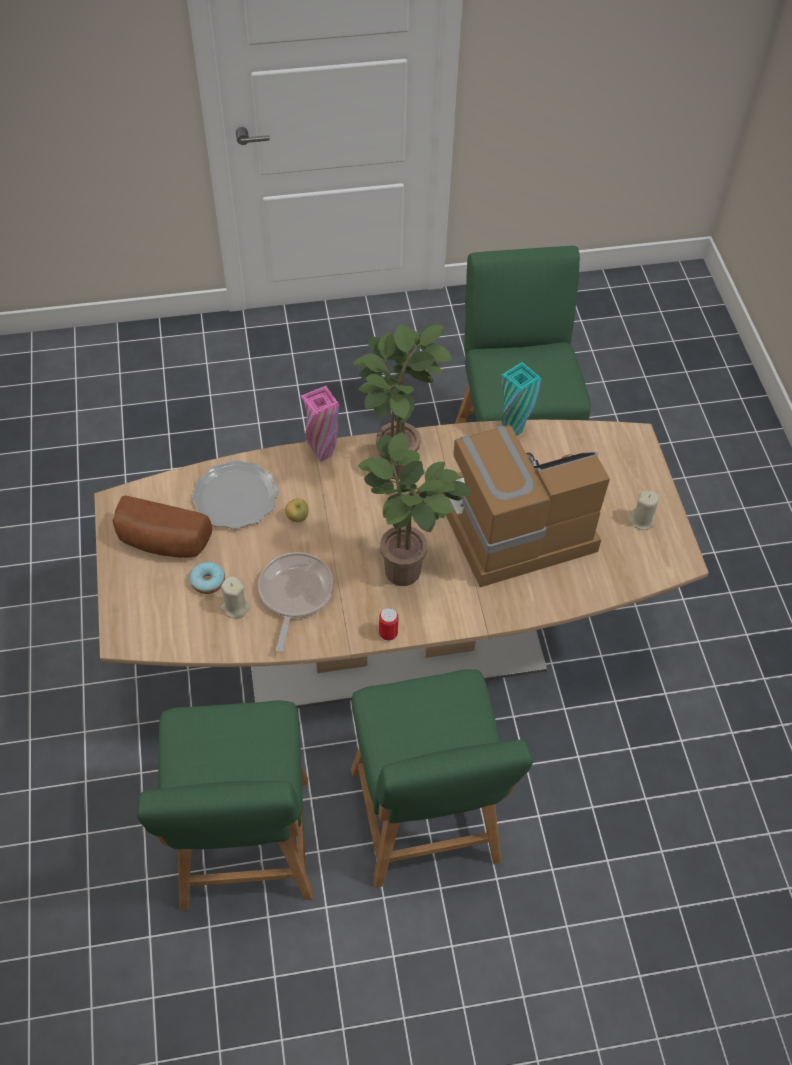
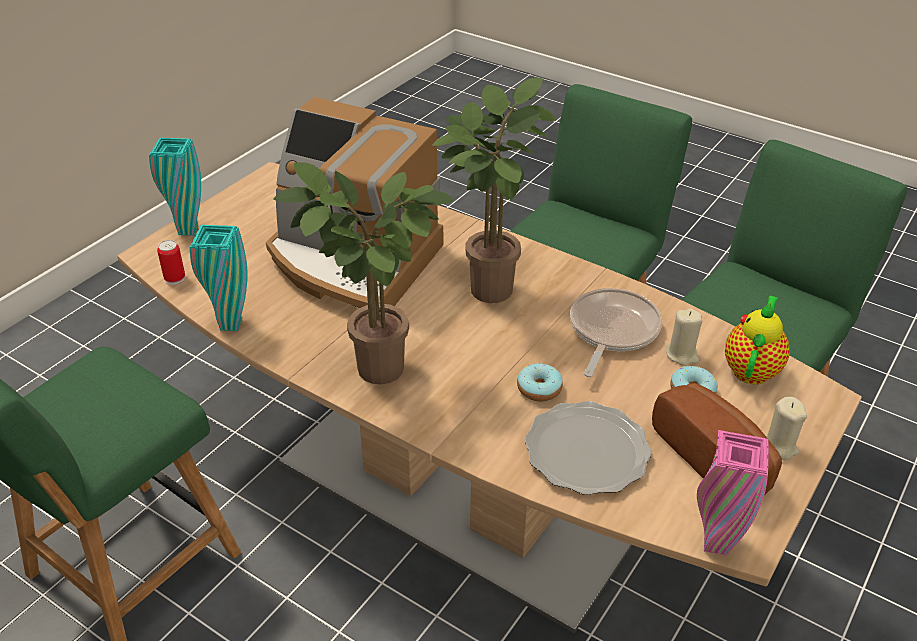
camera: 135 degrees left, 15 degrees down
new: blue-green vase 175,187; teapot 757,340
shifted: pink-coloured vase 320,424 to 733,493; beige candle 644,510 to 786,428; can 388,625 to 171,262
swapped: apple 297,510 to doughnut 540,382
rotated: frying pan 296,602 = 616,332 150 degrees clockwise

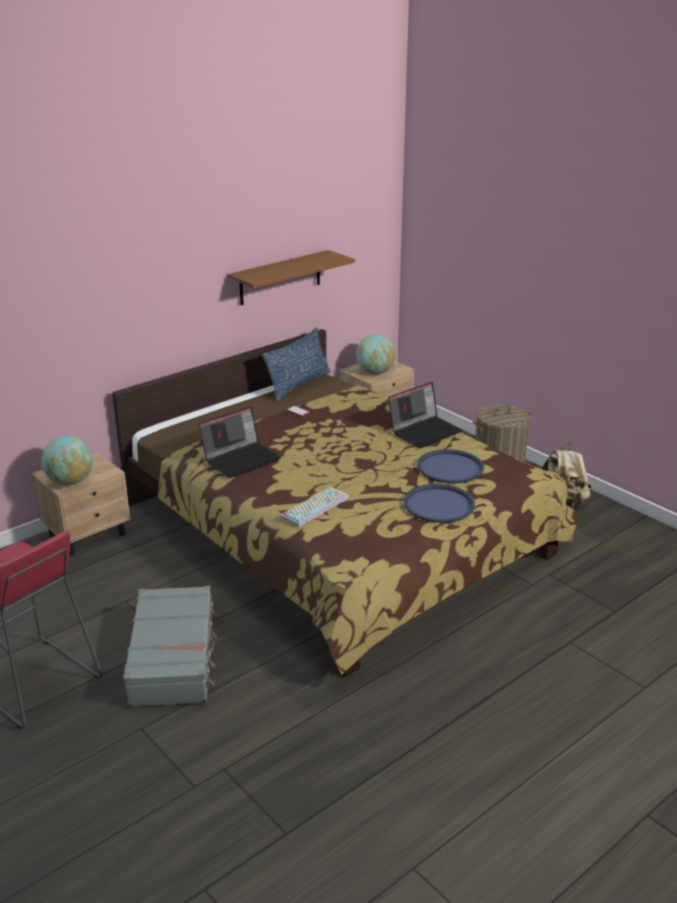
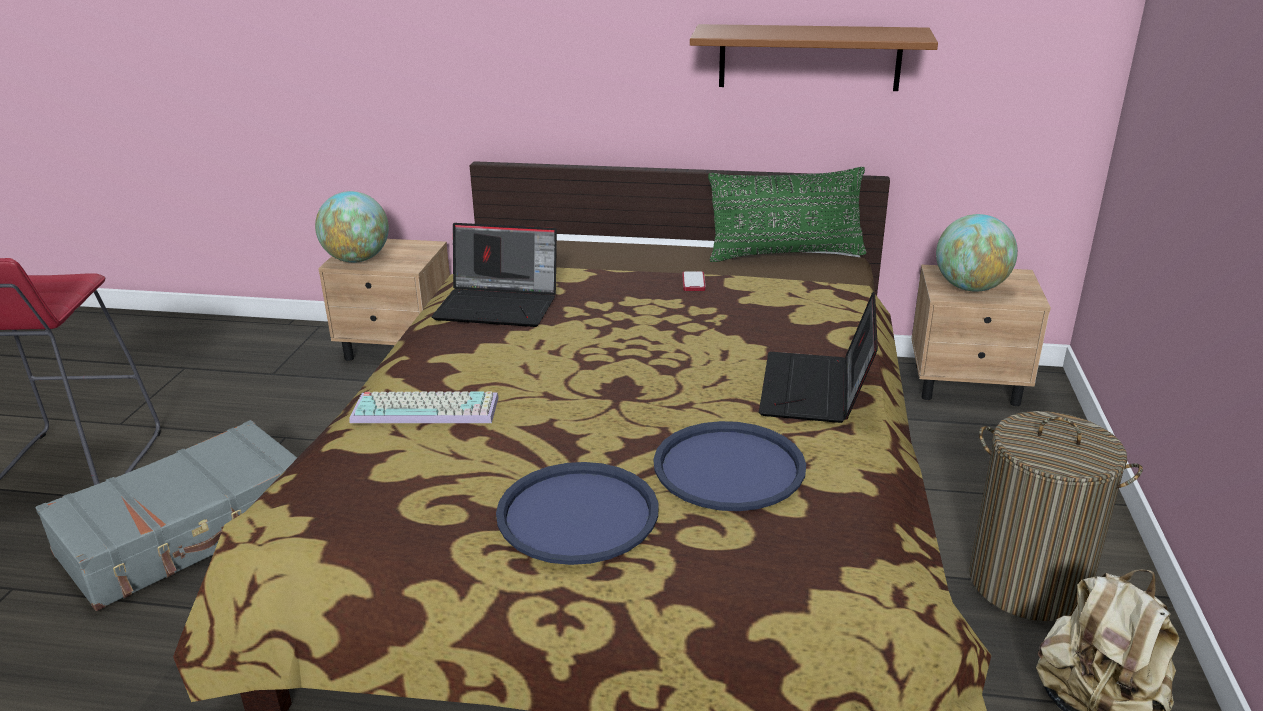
camera: 50 degrees right, 0 degrees up
repainted: blue throw pillow 296,365 to green-coloured throw pillow 787,214
rotated: portable computer 425,415 = 818,357 90 degrees clockwise

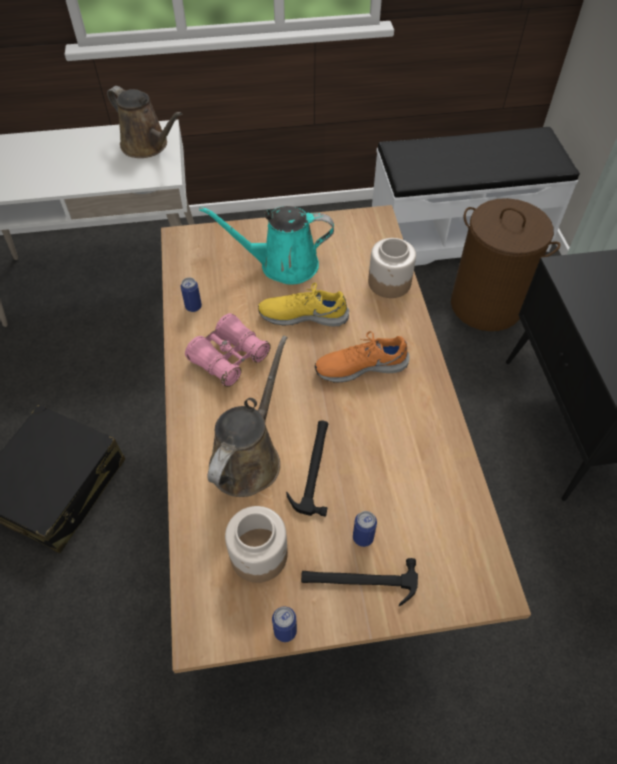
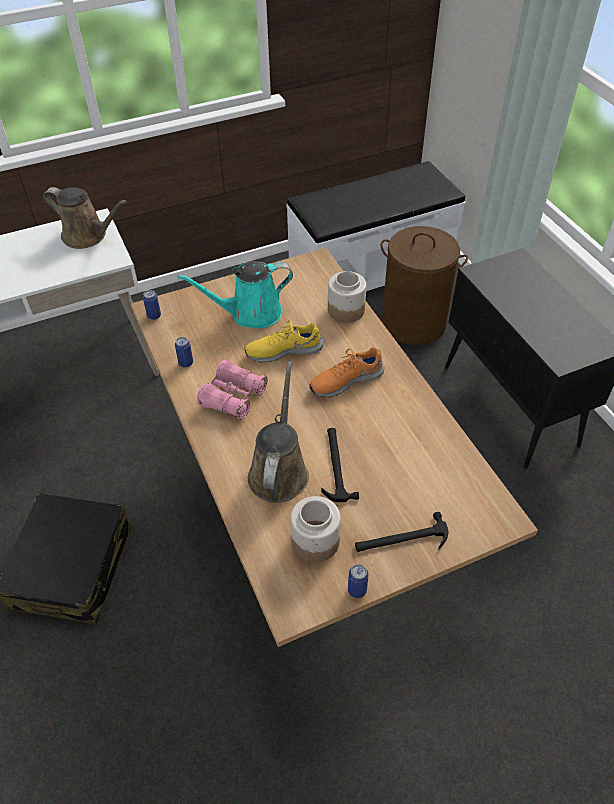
camera: 15 degrees left, 5 degrees down
shifted: can 365,529 to 152,305

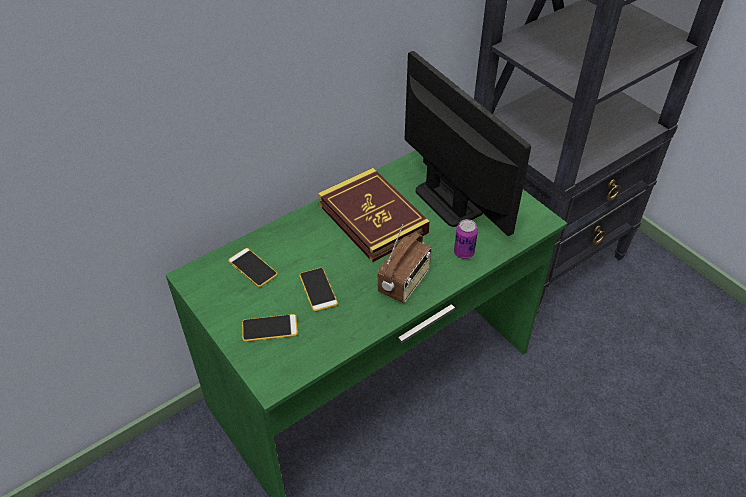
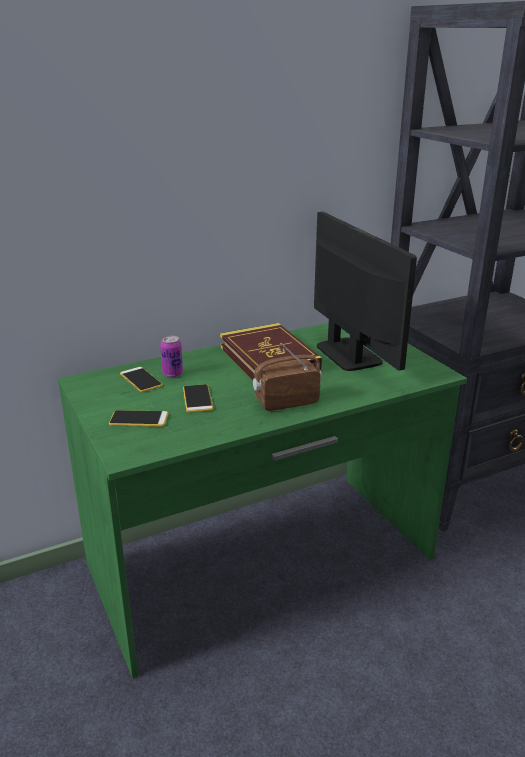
camera: 10 degrees right, 20 degrees down
shifted: can 466,239 to 171,357
rotated: radio 404,263 = 287,377 150 degrees counterclockwise

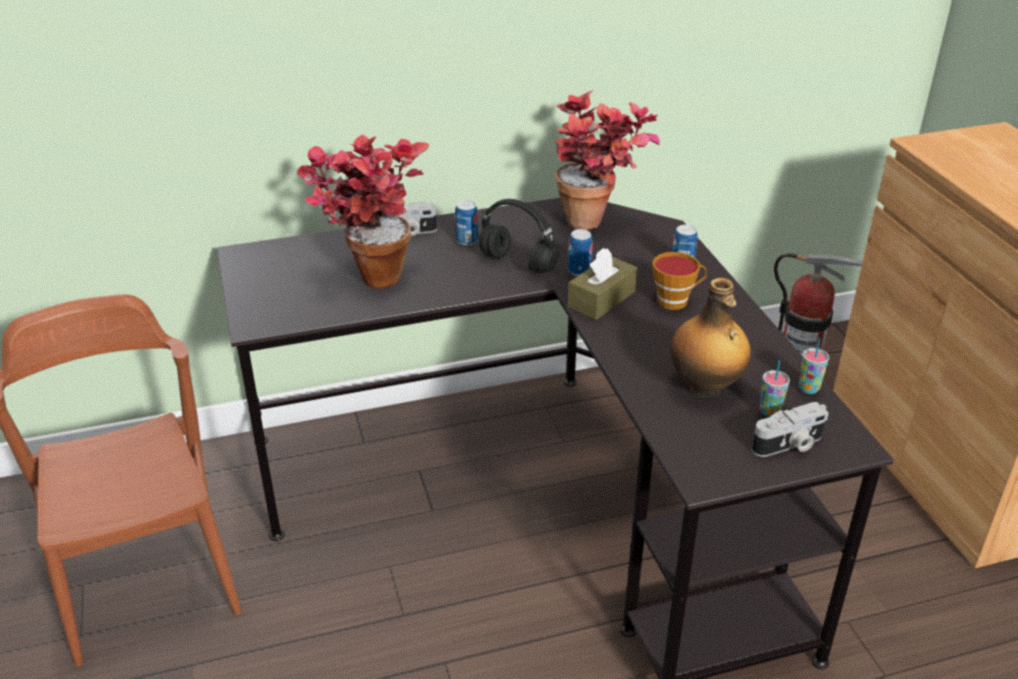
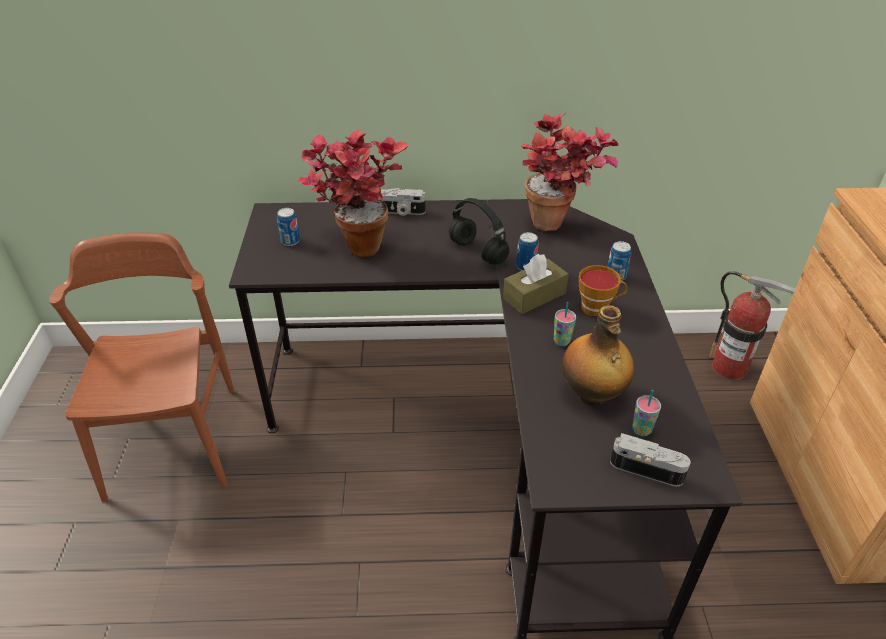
camera: 15 degrees right, 5 degrees up
shifted: can 466,222 to 288,227; drinking cup 814,366 to 565,324
rotated: still camera 790,429 = 650,459 150 degrees counterclockwise

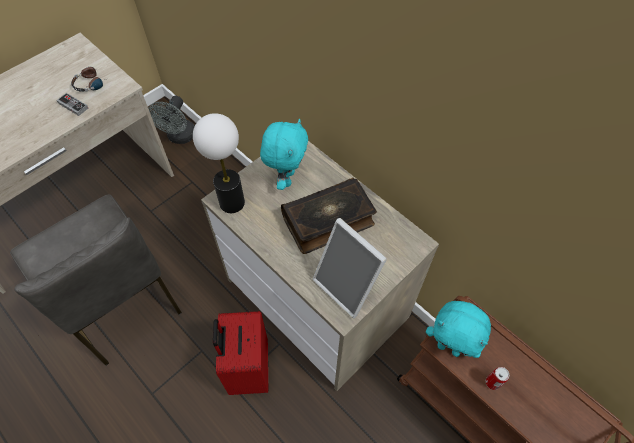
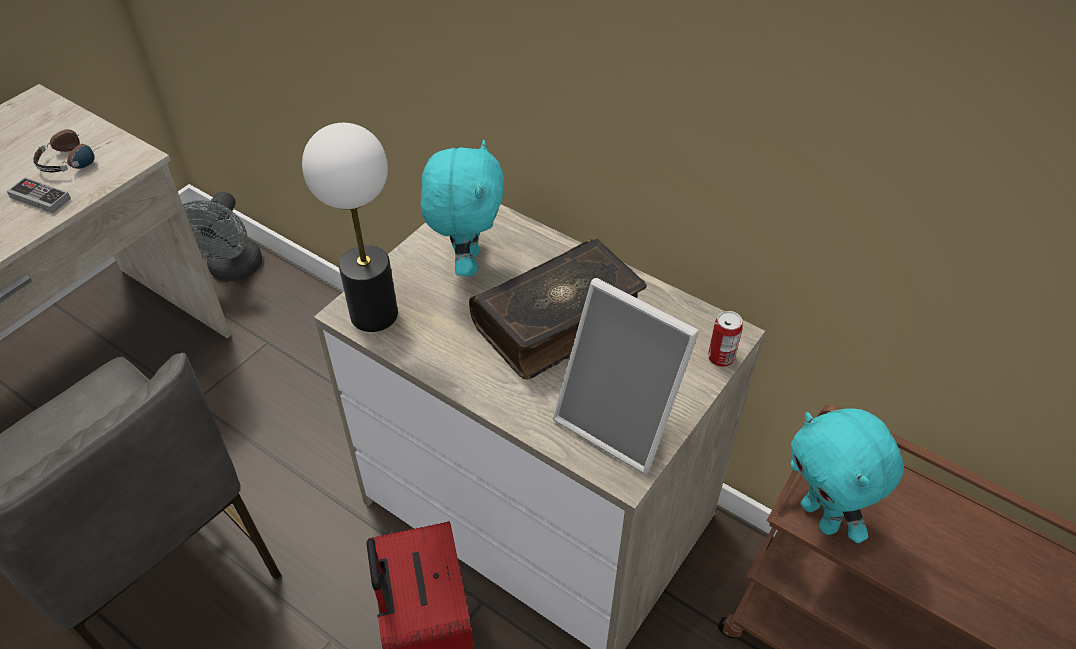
camera: 10 degrees left, 10 degrees down
shifted: can 497,378 to 725,339
rotated: blue-green cuddly toy 458,329 = 847,475 45 degrees clockwise

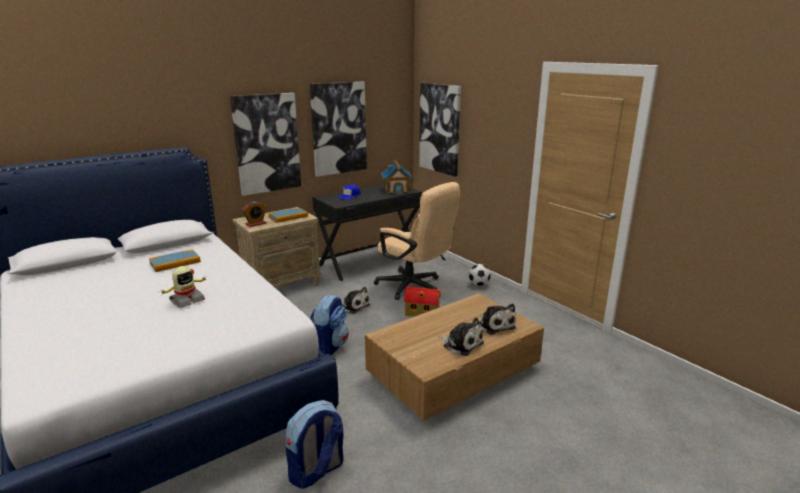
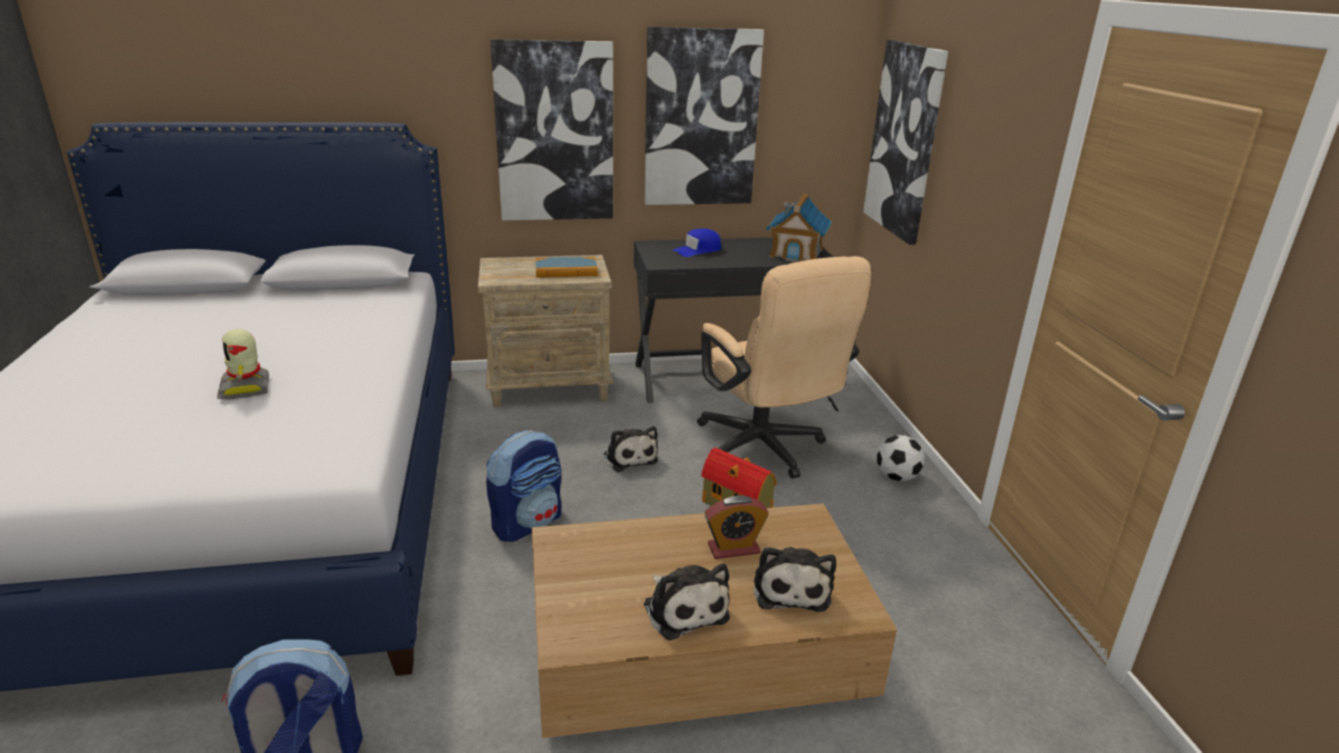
camera: 25 degrees right, 5 degrees up
gone: volume 175,260
shifted: bedside clock 254,214 to 737,527
rotated: model robot 184,287 = 243,364 90 degrees clockwise

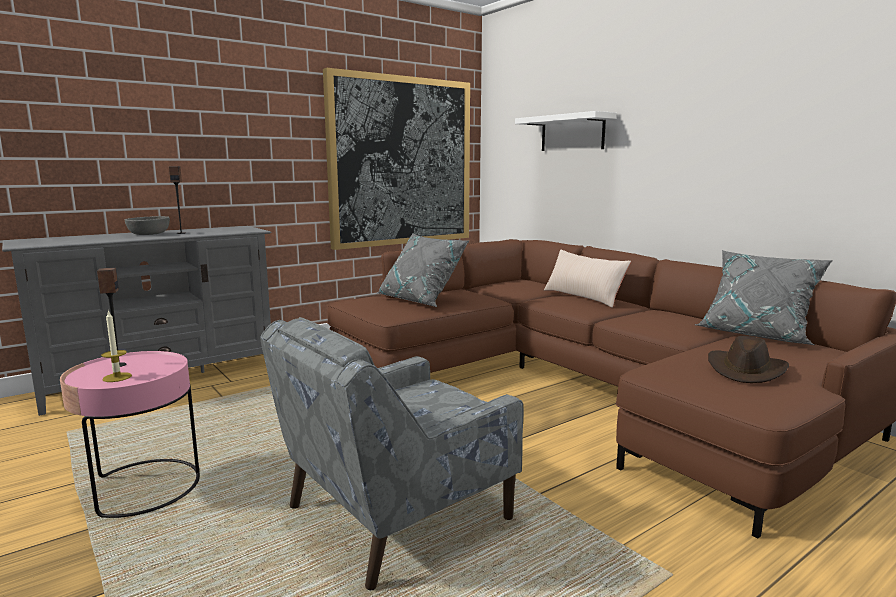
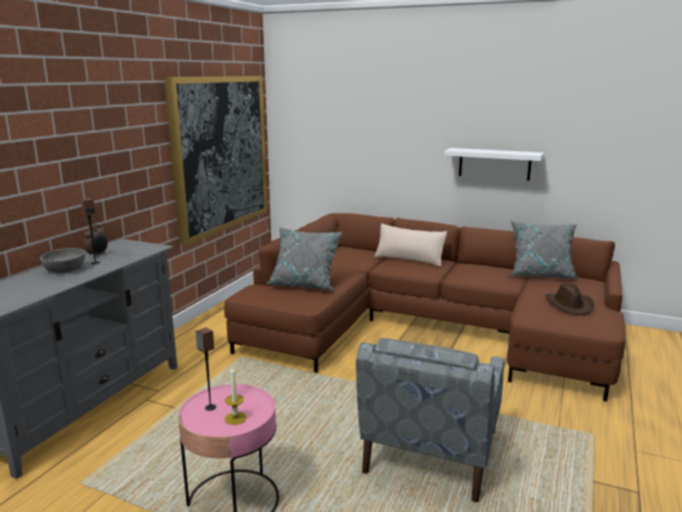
camera: 30 degrees left, 5 degrees up
new: bedside clock 95,241
shifted: whitish bracket shelf 566,131 to 494,164

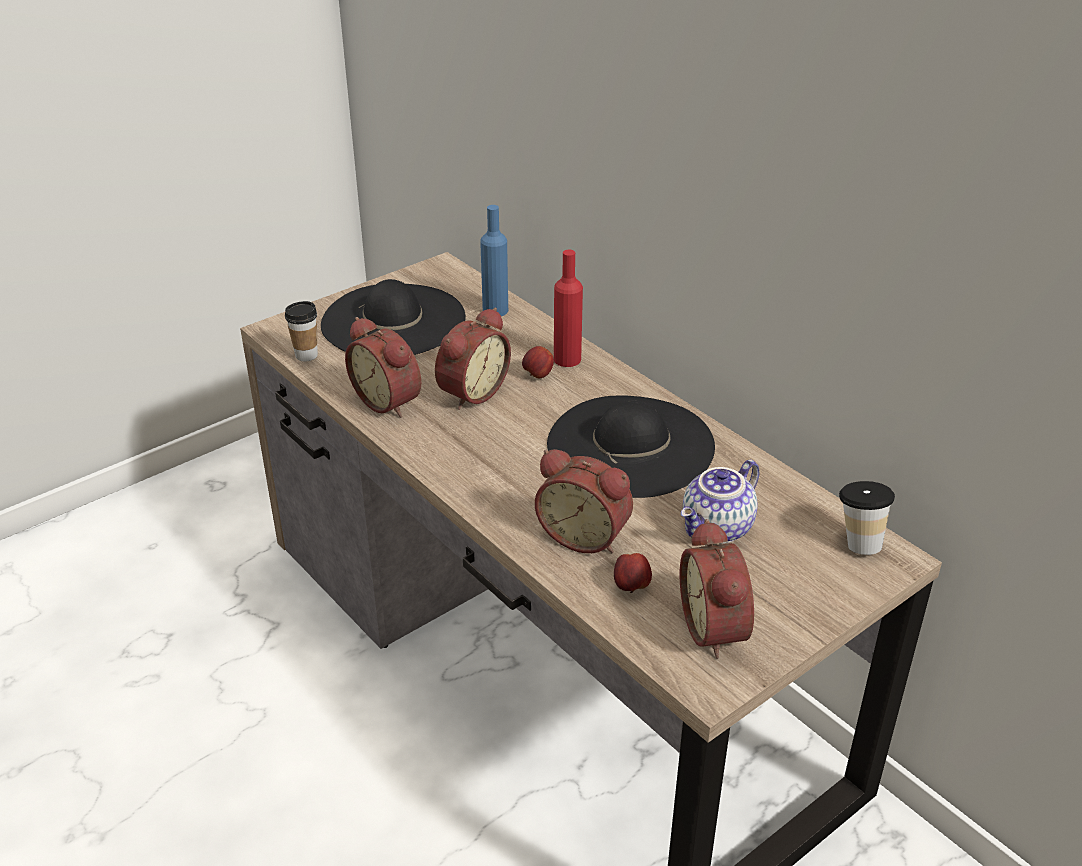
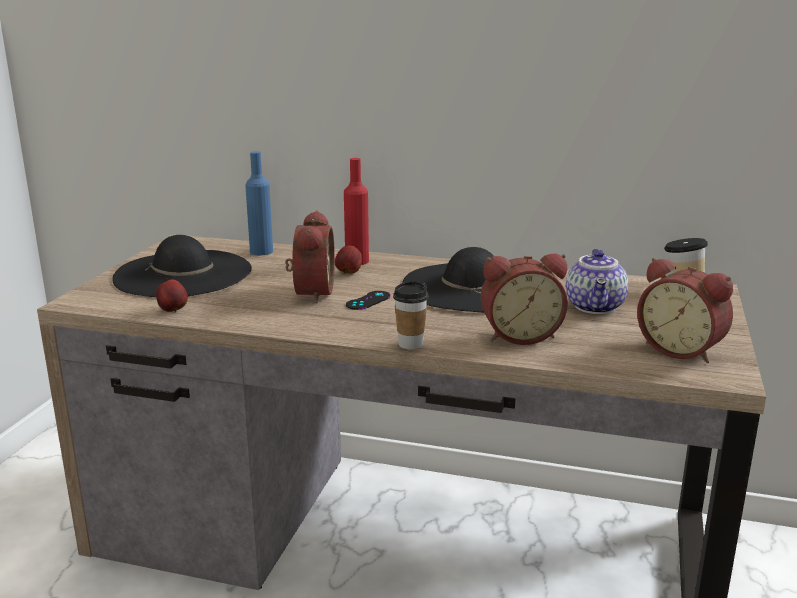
camera: 35 degrees left, 15 degrees down
gone: bedside clock 383,367
new: blackish game controller 368,300
shifted: drinking cup 301,331 to 411,315; apple 633,573 to 172,295

